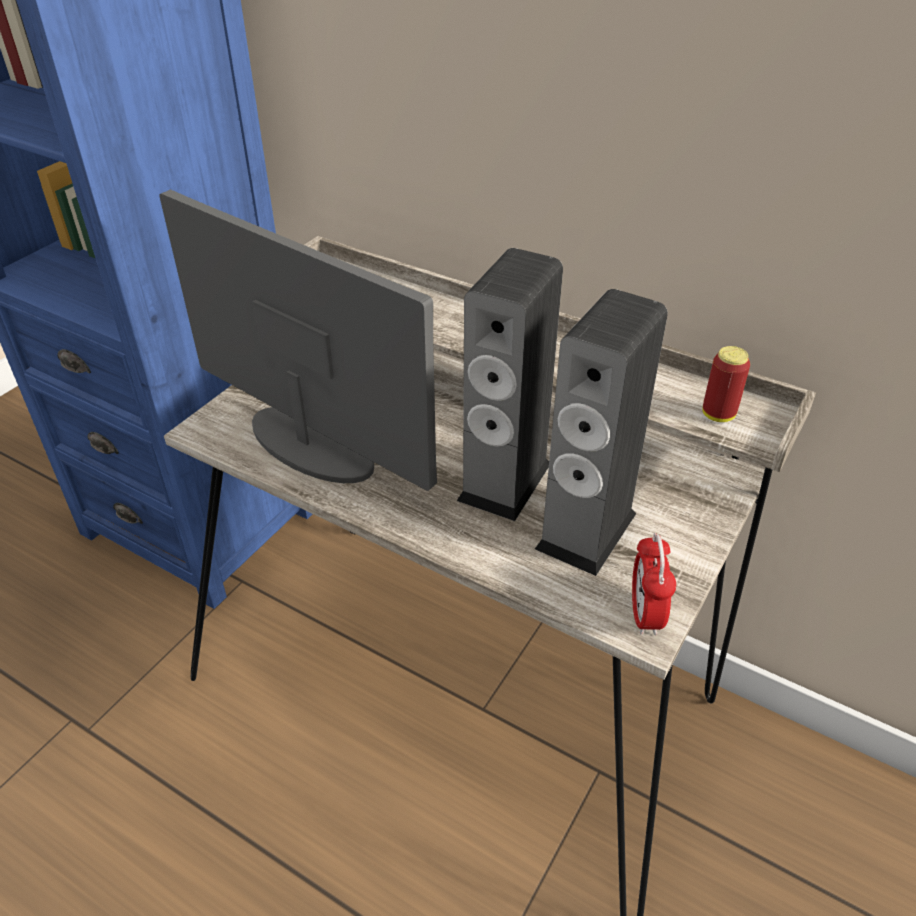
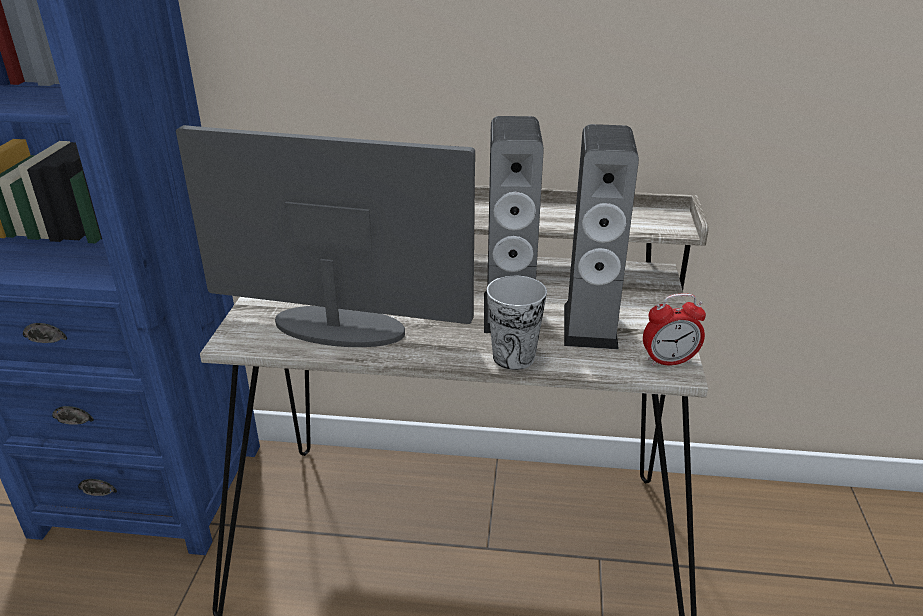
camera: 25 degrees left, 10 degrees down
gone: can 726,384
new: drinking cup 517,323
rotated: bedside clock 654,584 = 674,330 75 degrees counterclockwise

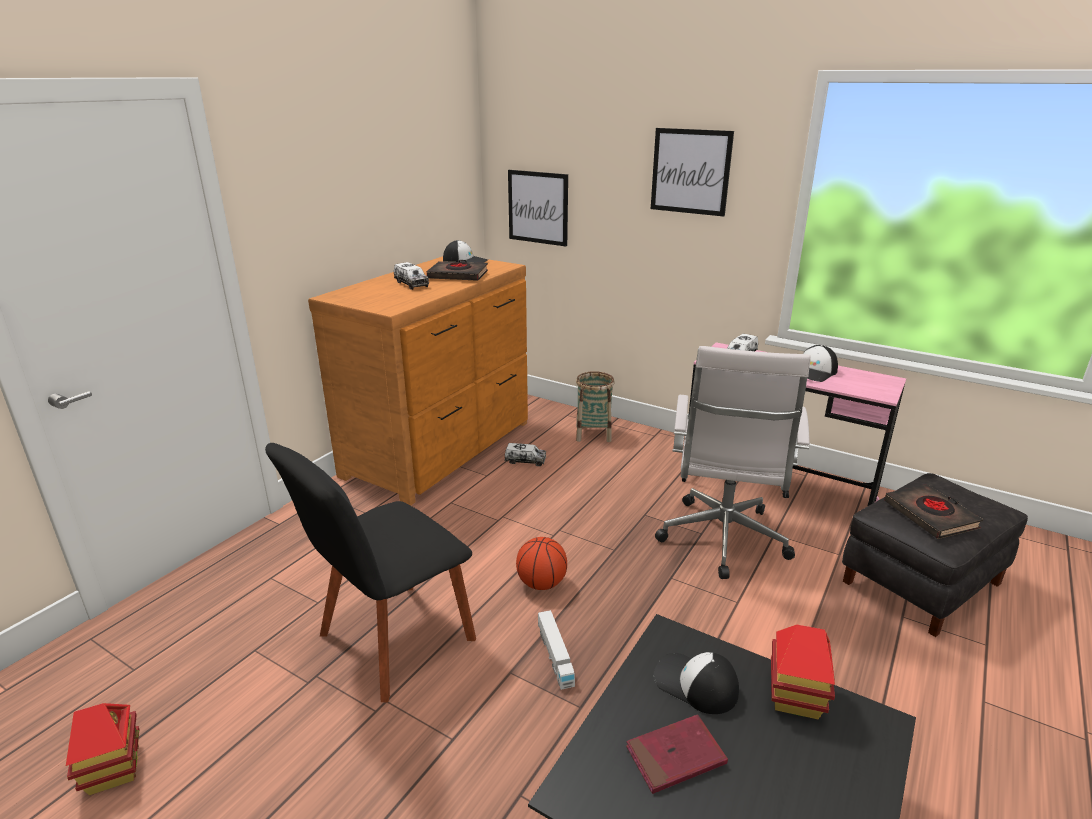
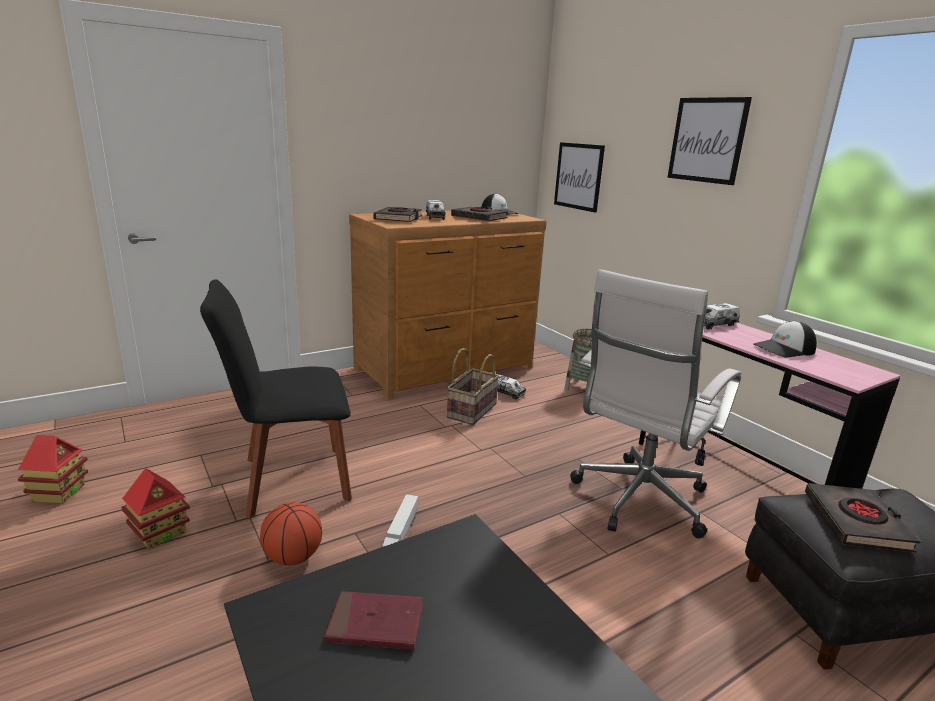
camera: 25 degrees right, 5 degrees down
gone: cap 696,683
new: blackish volume 397,214; basket 473,386
shifted: basketball 541,563 to 291,533; model house 803,672 to 155,508

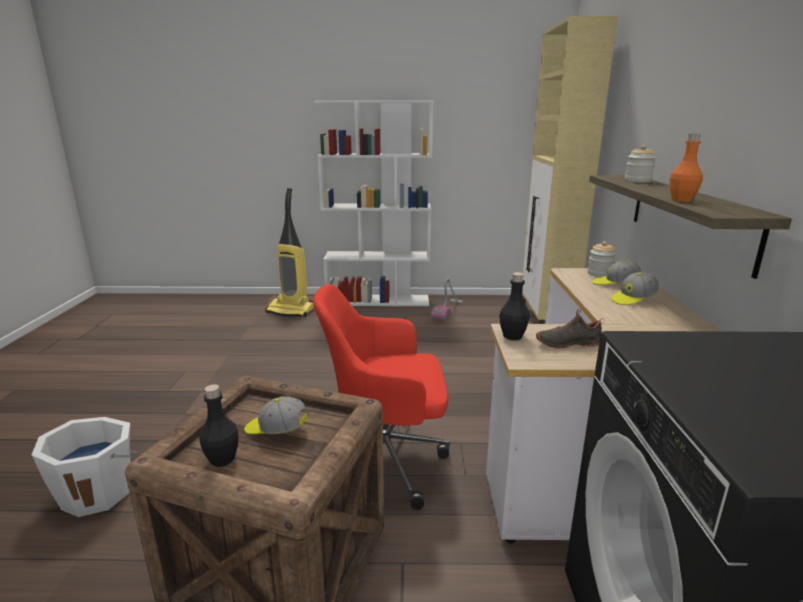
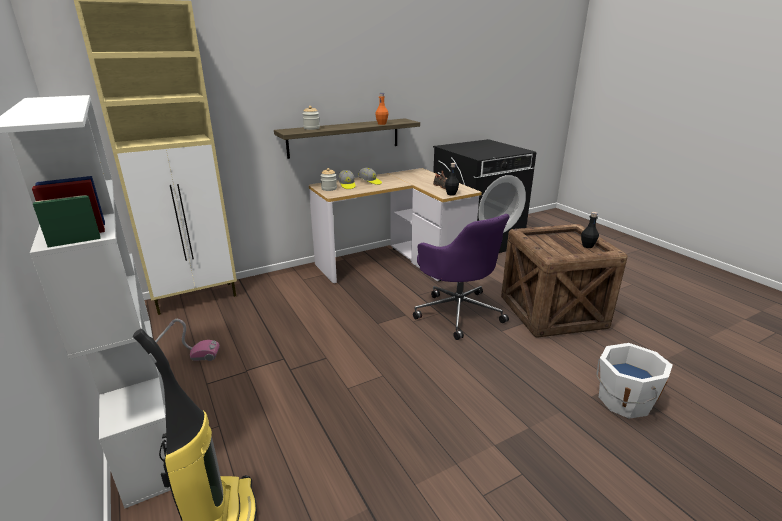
camera: 120 degrees left, 5 degrees up
gone: cap 276,415
repainted: reddish office chair 381,397 to purple-coloured office chair 461,277

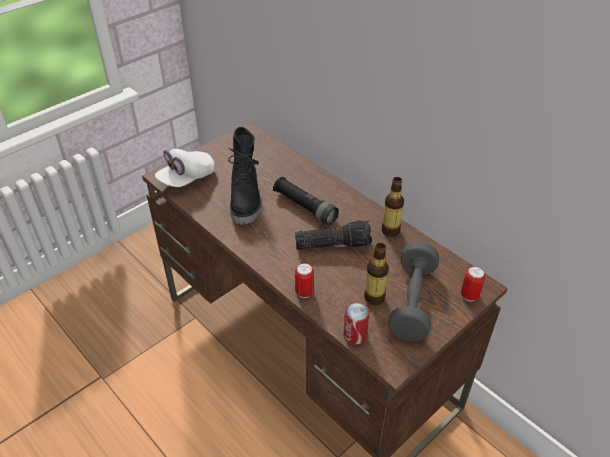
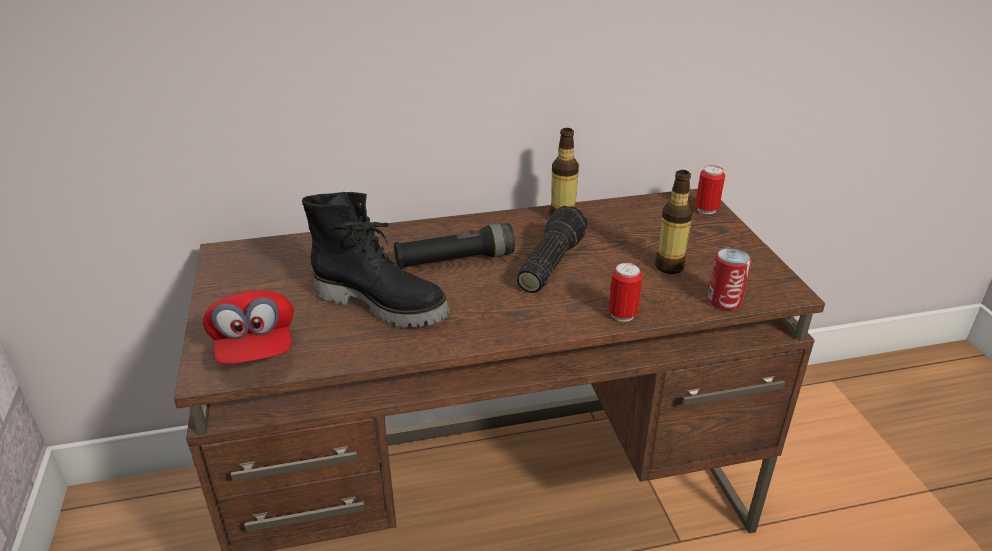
camera: 60 degrees left, 10 degrees down
gone: grey dumbbell 413,291
repainted: whitish cap 185,168 to reddish cap 248,327

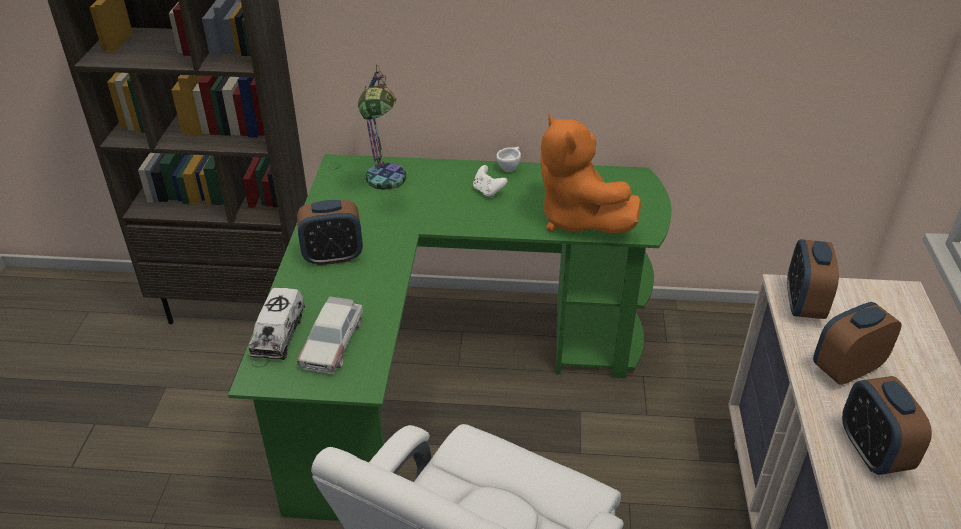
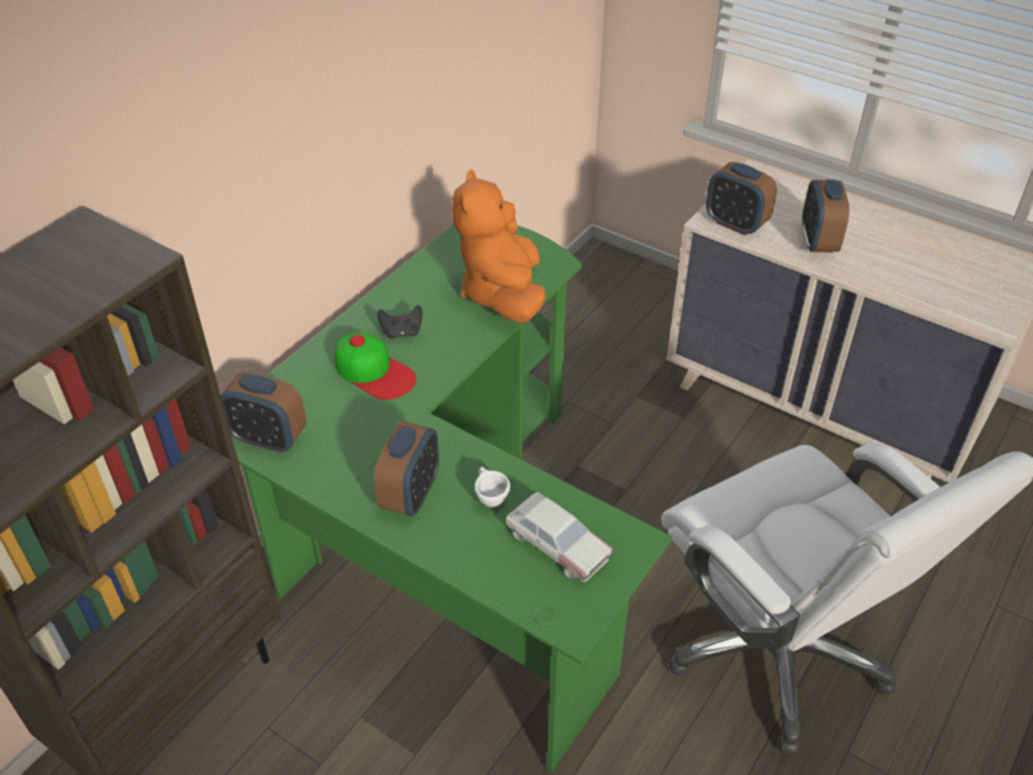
camera: 60 degrees left, 5 degrees up
gone: table lamp 382,127; toy lorry 277,323
new: cap 375,366
shifted: whitish drinking cup 508,159 to 492,487; bedside clock 887,425 to 263,412
repainted: whitish game controller 490,181 to blackish game controller 399,321
rotated: orangey cuddly toy 590,173 = 499,246 90 degrees clockwise

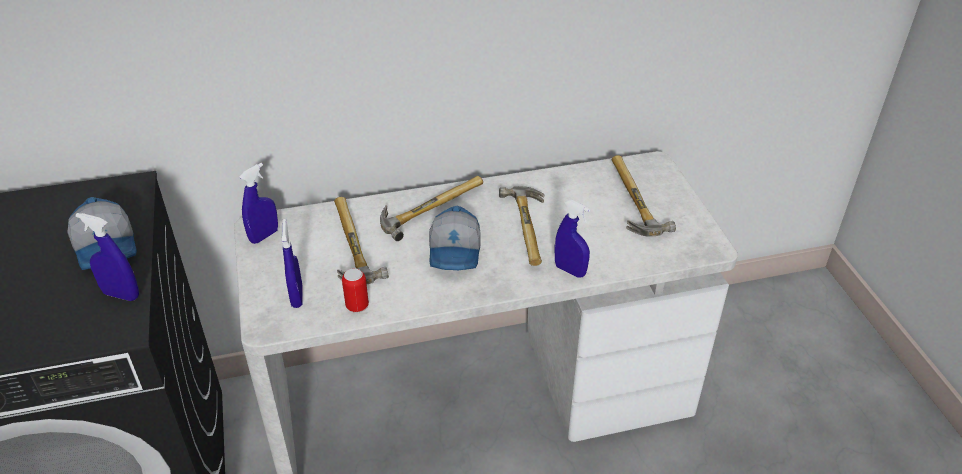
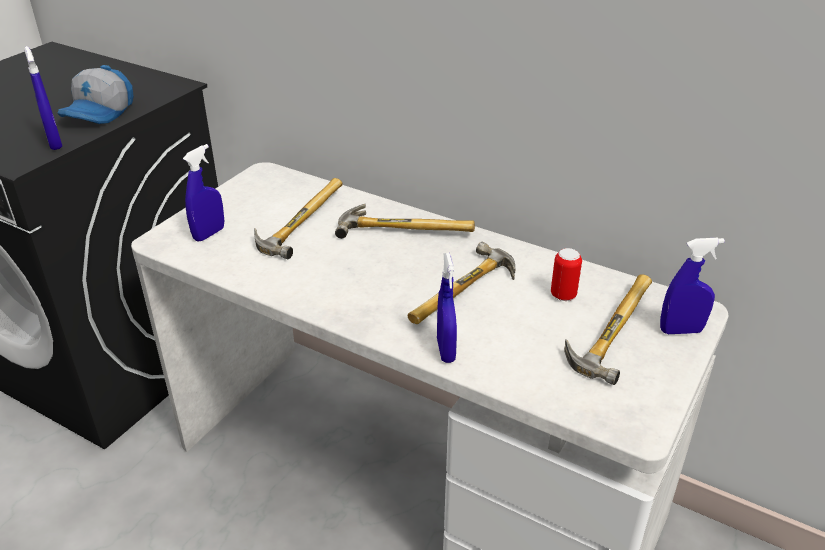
camera: 45 degrees right, 5 degrees down
gone: cap 455,238
shifted: blue spray bottle 258,203 to 692,286; can 355,290 to 566,274

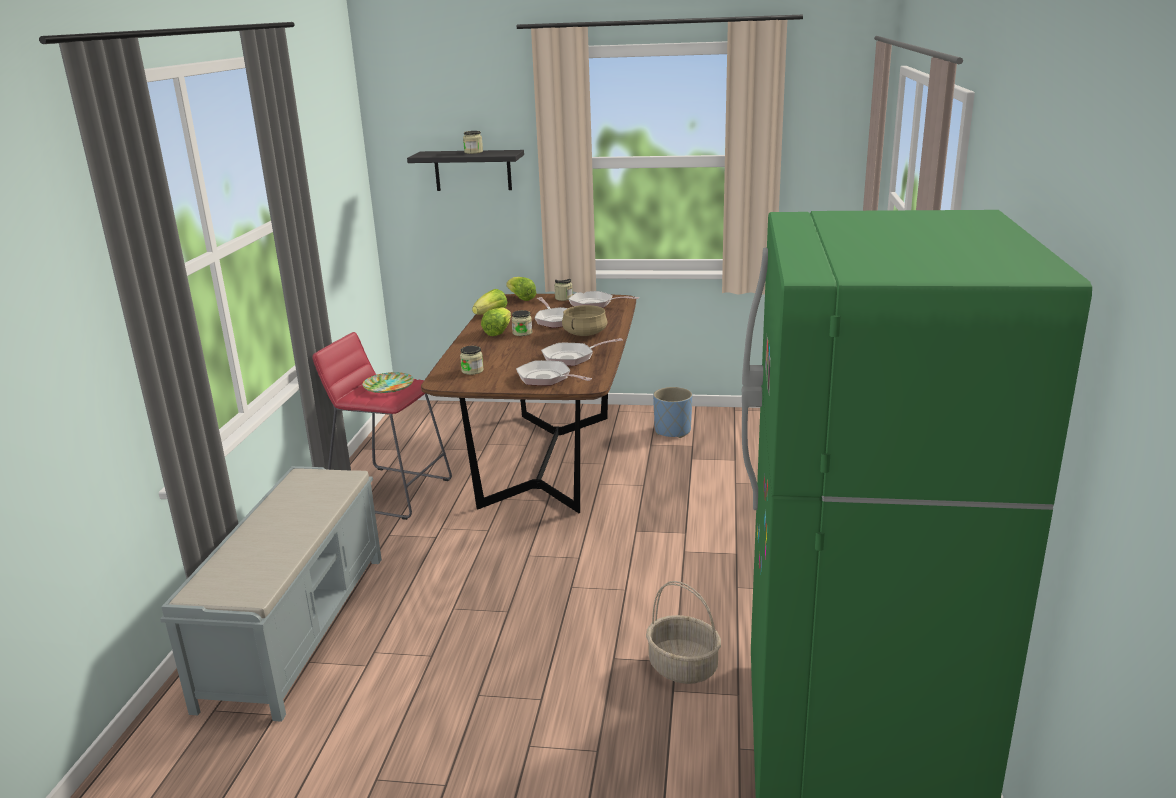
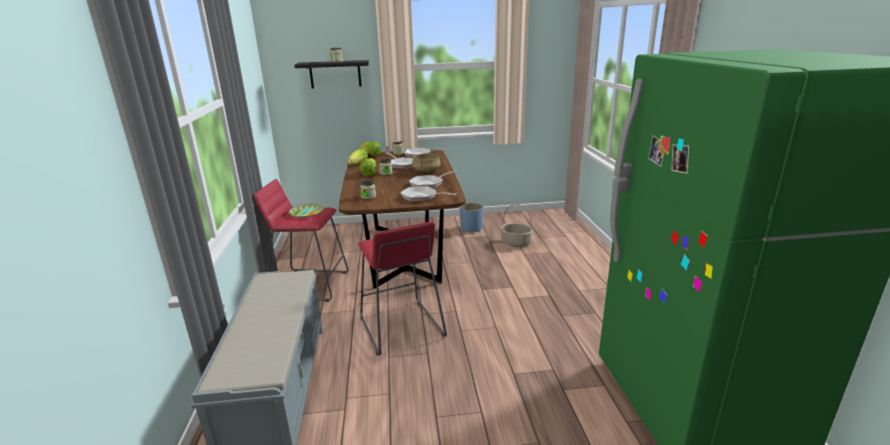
camera: 15 degrees left, 0 degrees up
new: reddish stool 402,289
shifted: basket 683,632 to 517,225

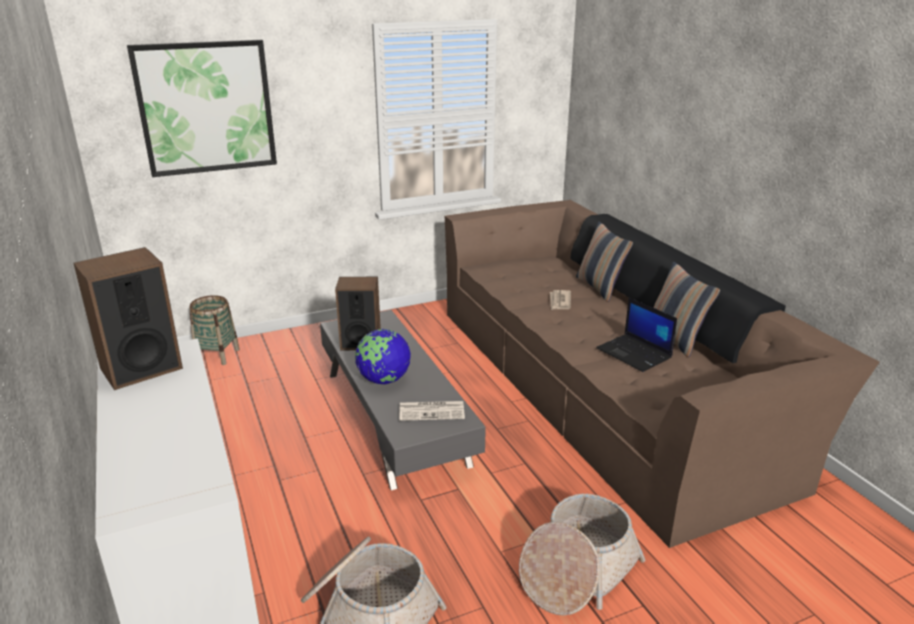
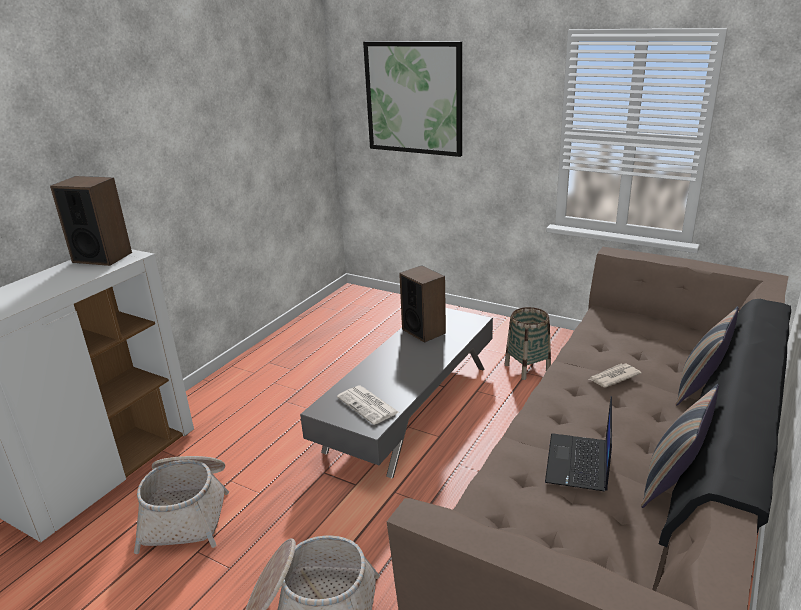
camera: 55 degrees right, 0 degrees up
gone: desk globe 383,356
shifted: basket 214,330 to 528,343

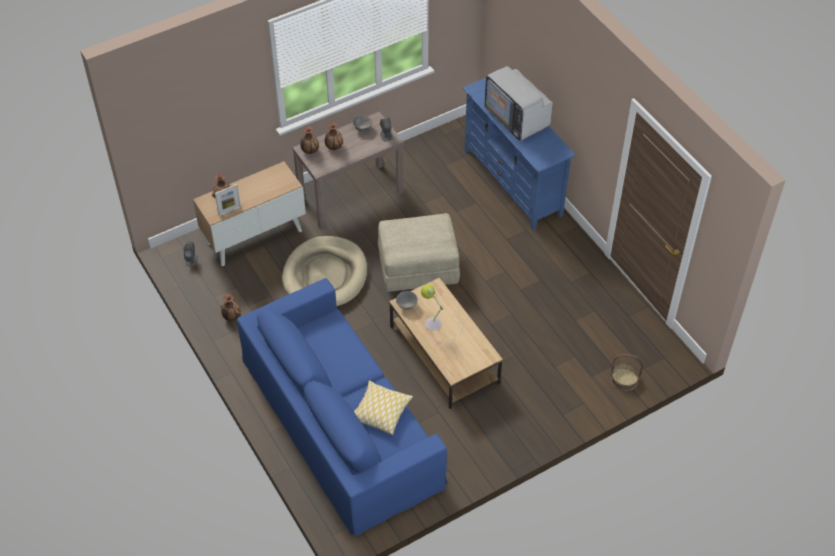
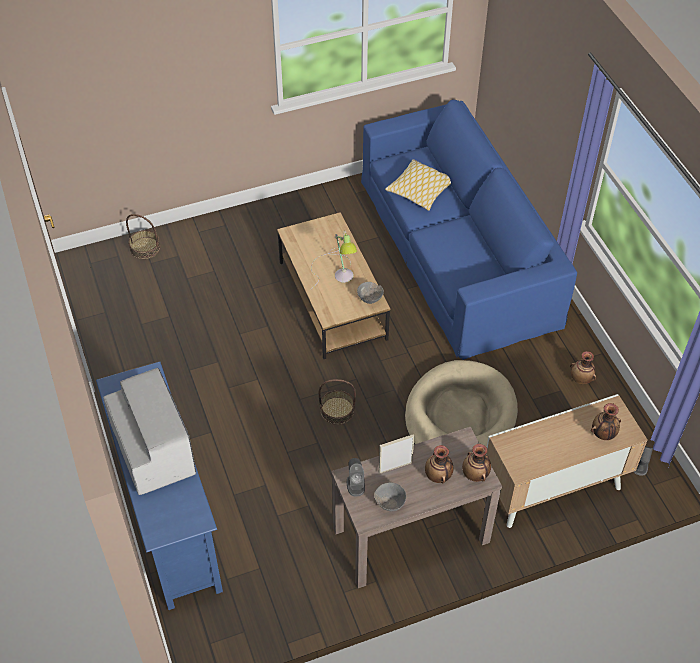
camera: 170 degrees left, 0 degrees up
shifted: photo frame 228,200 to 396,454
swapped: beige ottoman 419,252 to basket 337,402

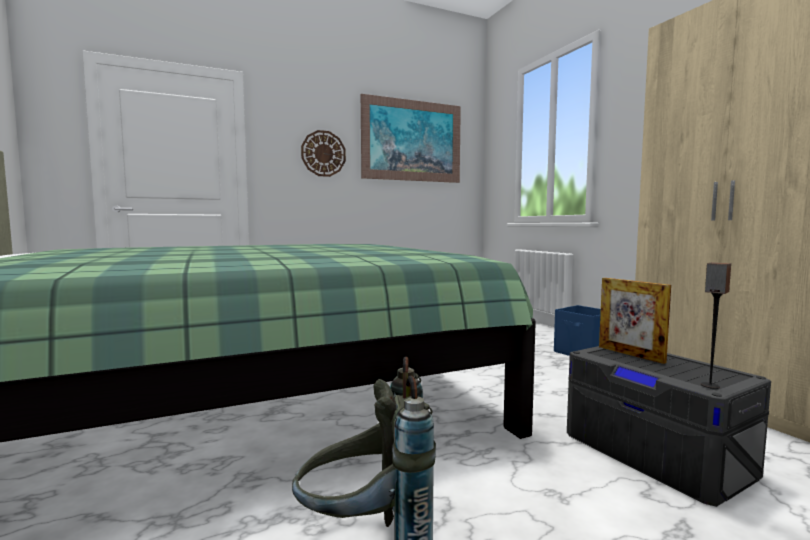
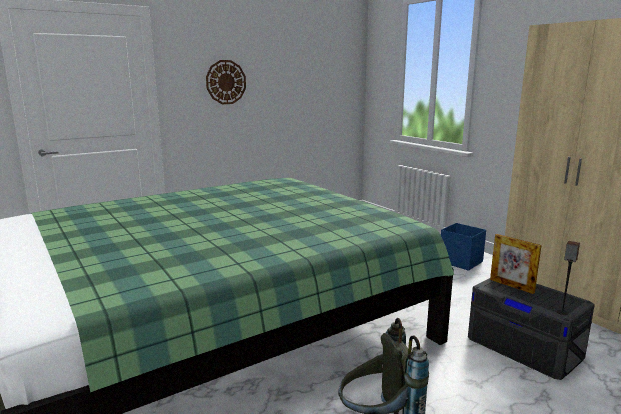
camera: 10 degrees left, 10 degrees up
gone: wall art 411,138

